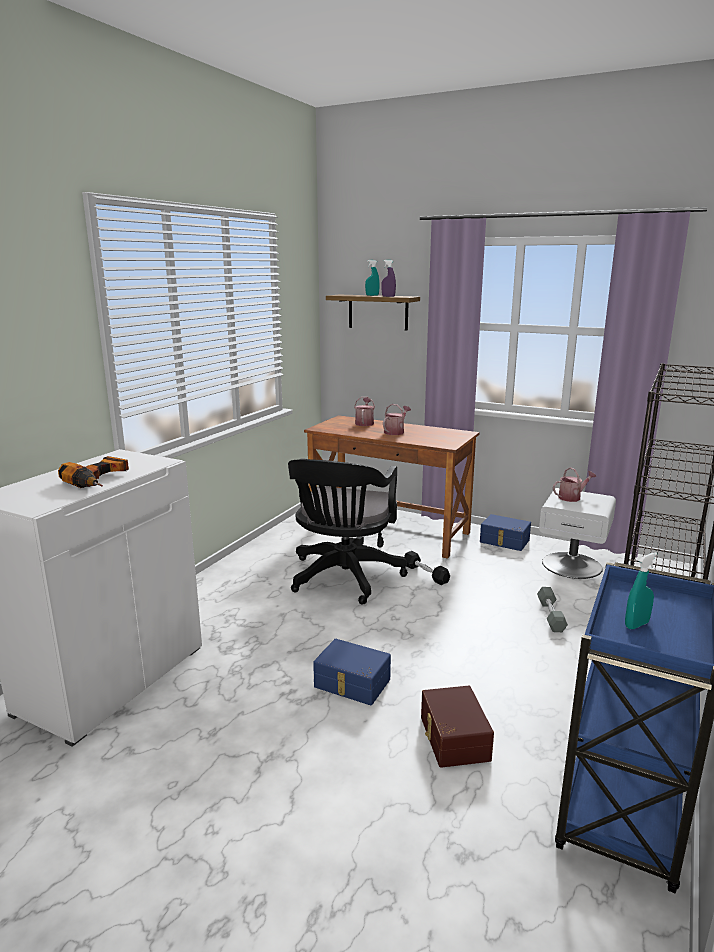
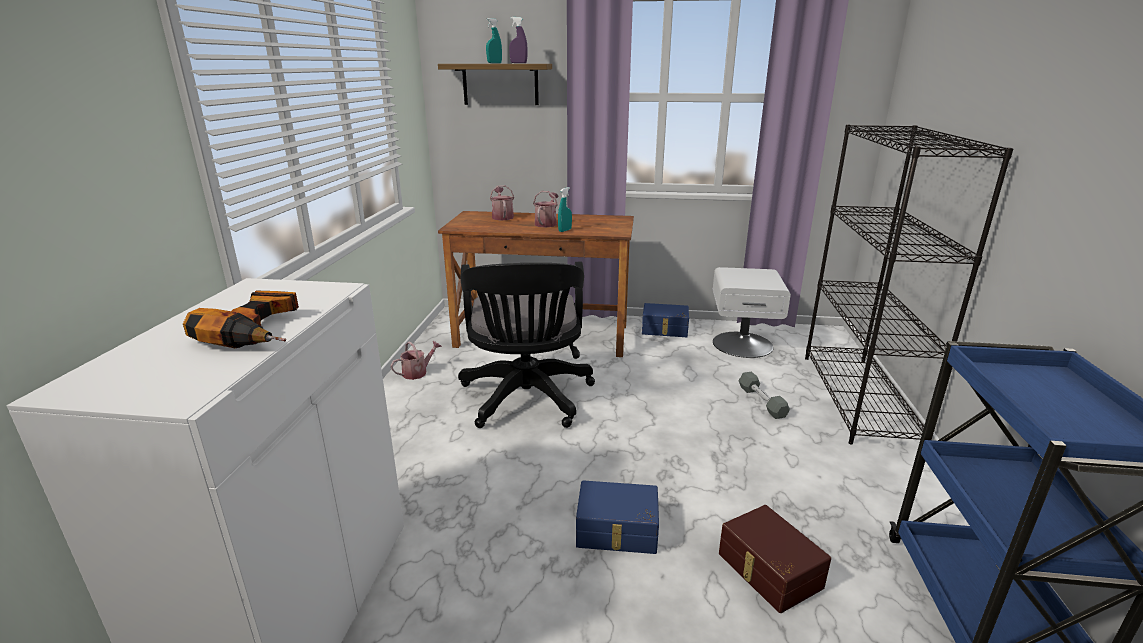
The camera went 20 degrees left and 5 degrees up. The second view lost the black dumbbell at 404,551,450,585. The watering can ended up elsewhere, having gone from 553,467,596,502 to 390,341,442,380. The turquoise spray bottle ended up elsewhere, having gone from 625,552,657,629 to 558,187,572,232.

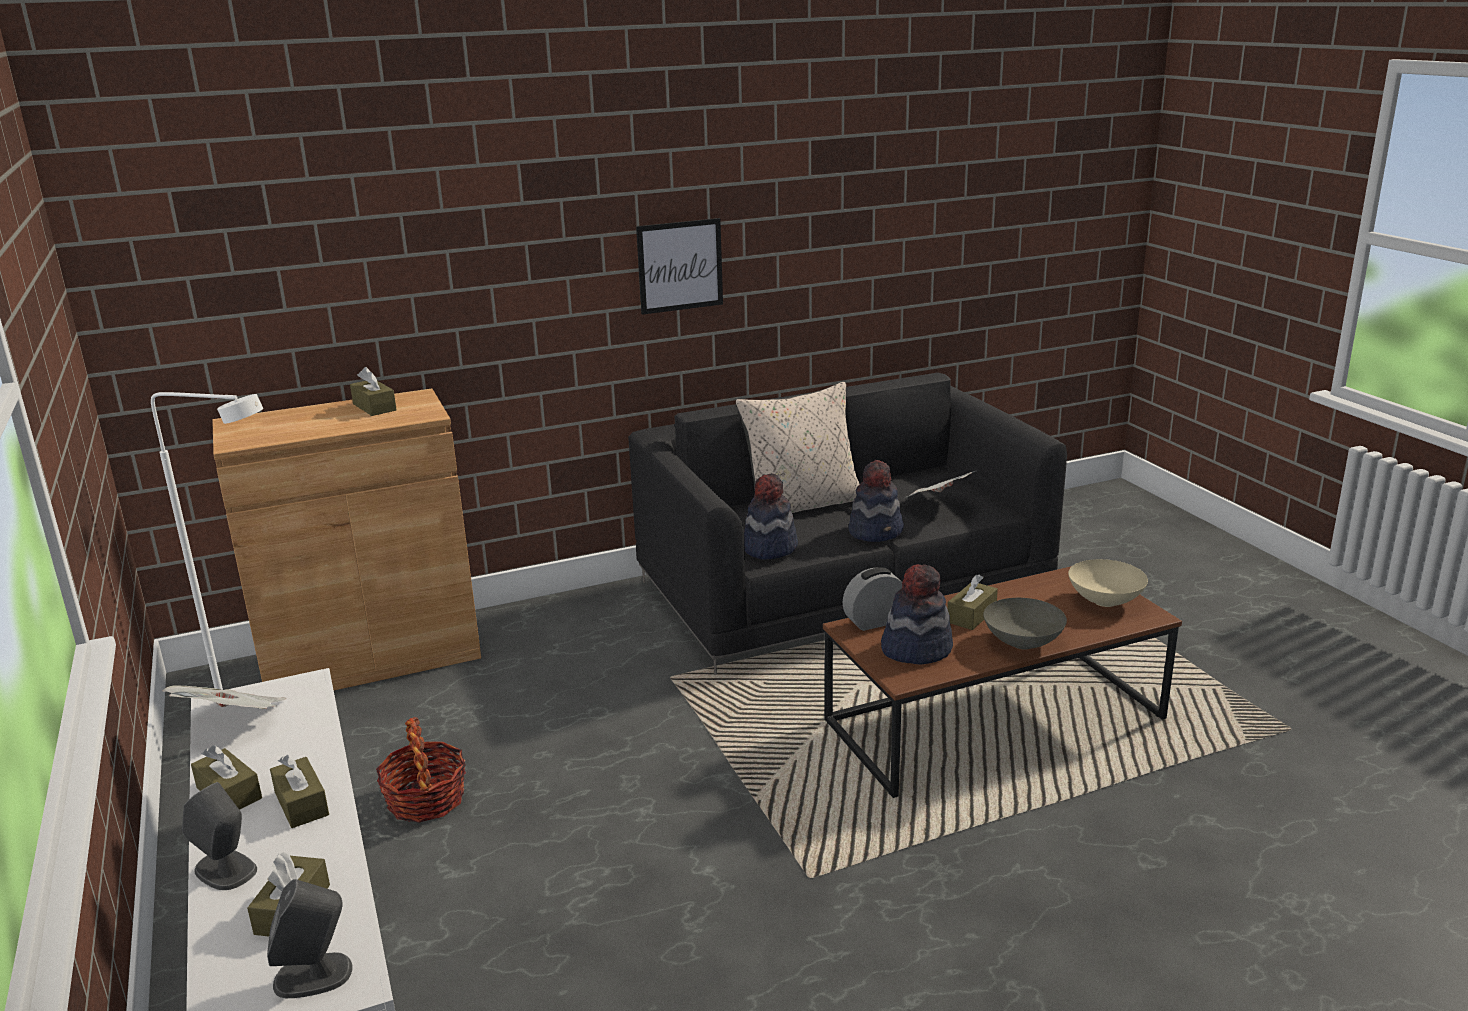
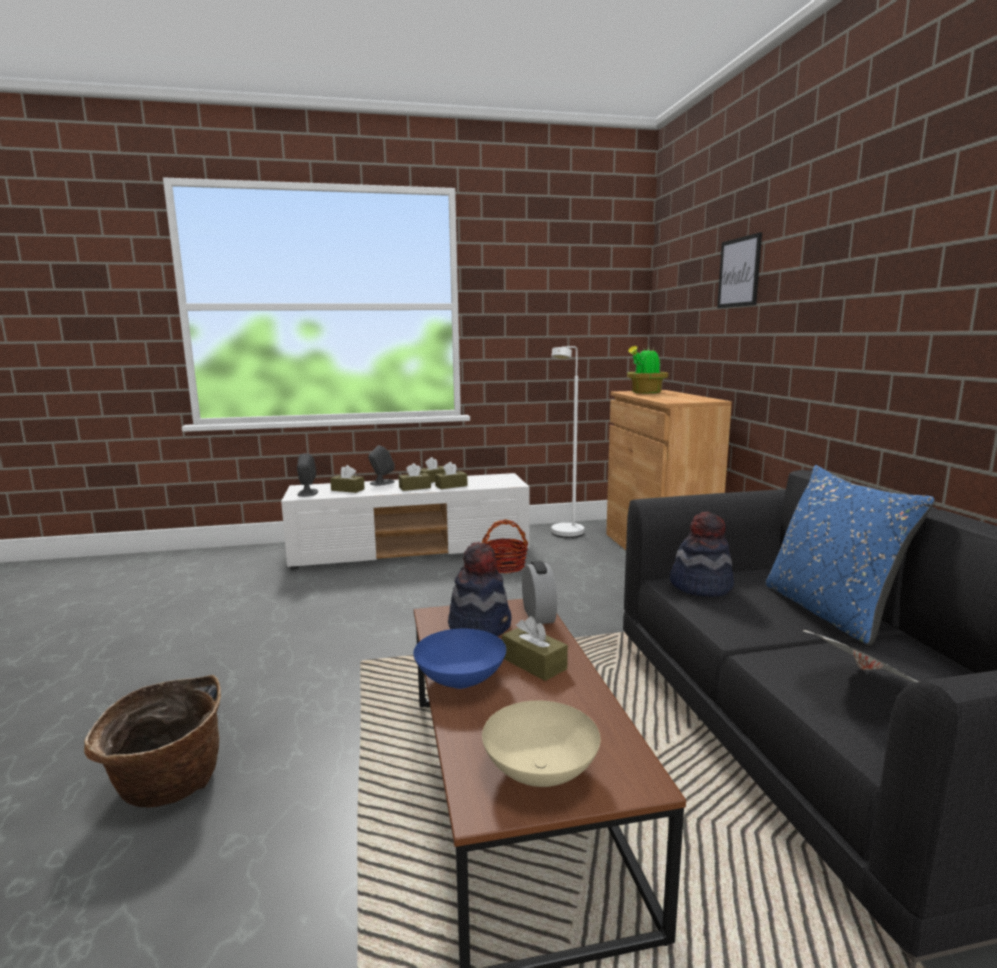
The camera went 100 degrees right and 10 degrees down. The second view lost the newspaper at 162,685,286,709. The second view lost the hat at 848,460,904,542. The second view gained the basket at 84,675,221,808. The second view gained the potted plant at 627,346,668,394. The brown tissue box ended up elsewhere, having gone from 350,367,397,416 to 435,462,468,489. The picture ended up elsewhere, having gone from 636,218,723,315 to 717,232,762,308. What was the beige pillow at 736,382,860,513 turned into the blue pillow at 766,465,935,646. What was the grey bowl at 983,598,1067,650 turned into the blue bowl at 413,629,506,689.

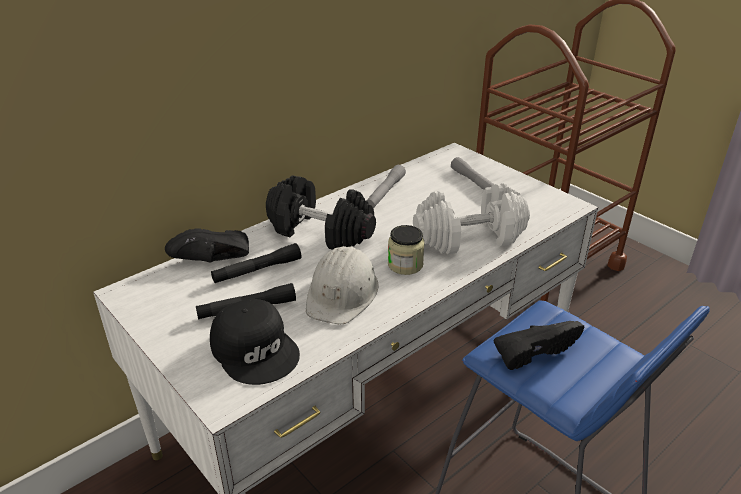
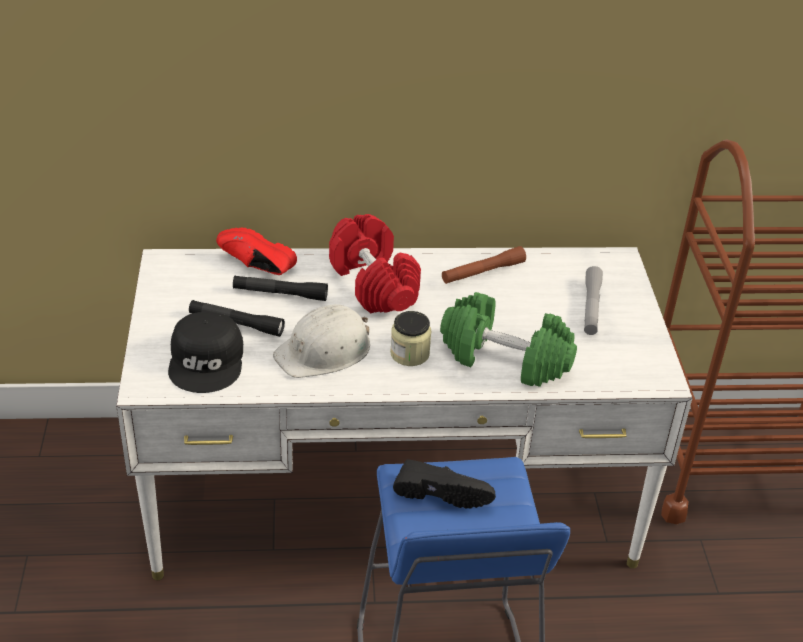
The camera went 35 degrees right and 5 degrees up. What was the black shoe at 165,228,249,263 turned into the red shoe at 216,227,297,275. What was the black dumbbell at 266,175,376,250 turned into the red dumbbell at 329,214,421,314. What was the grey flashlight at 366,165,406,209 turned into the brown flashlight at 442,246,526,284. What was the white dumbbell at 413,183,530,254 turned into the green dumbbell at 440,292,577,387.

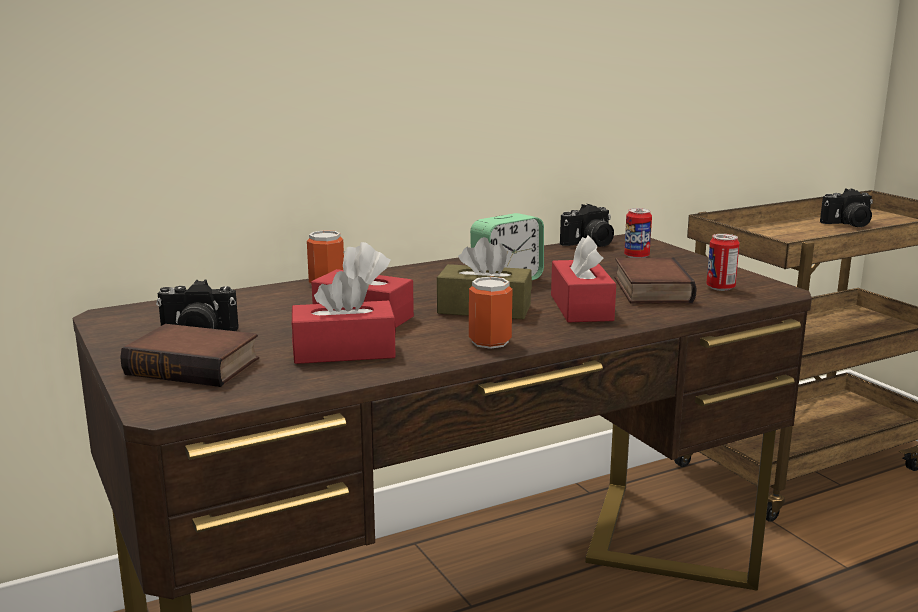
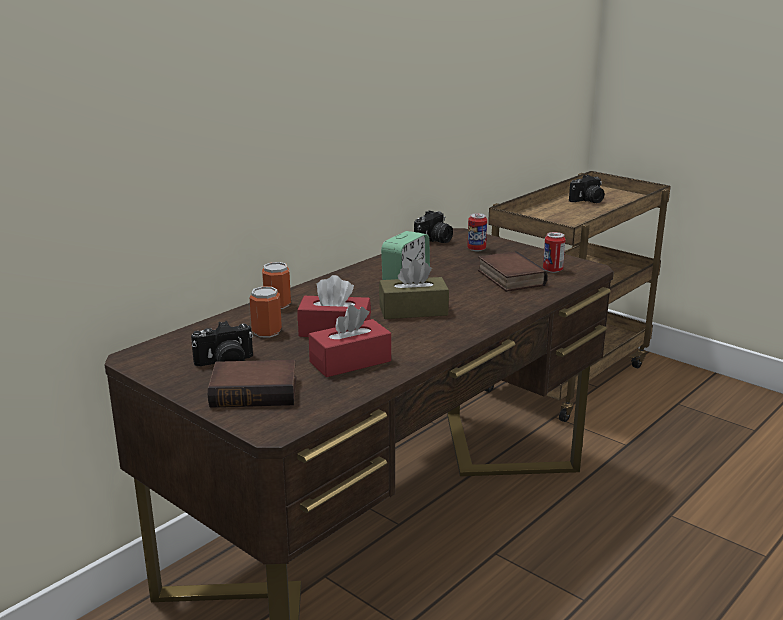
The camera went 20 degrees left and 5 degrees up. The second view lost the red tissue box at 551,236,616,322. The can ended up elsewhere, having gone from 469,276,512,349 to 250,286,282,338.

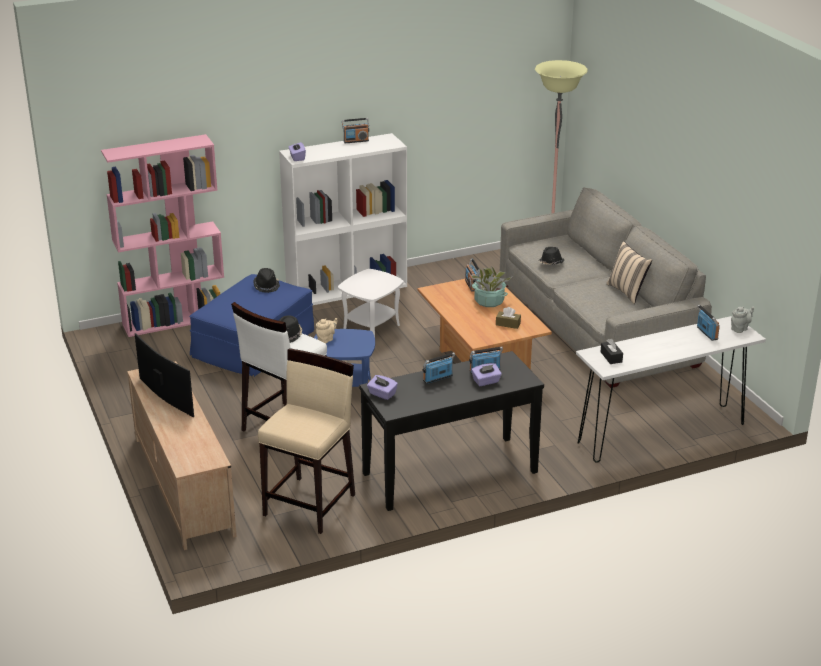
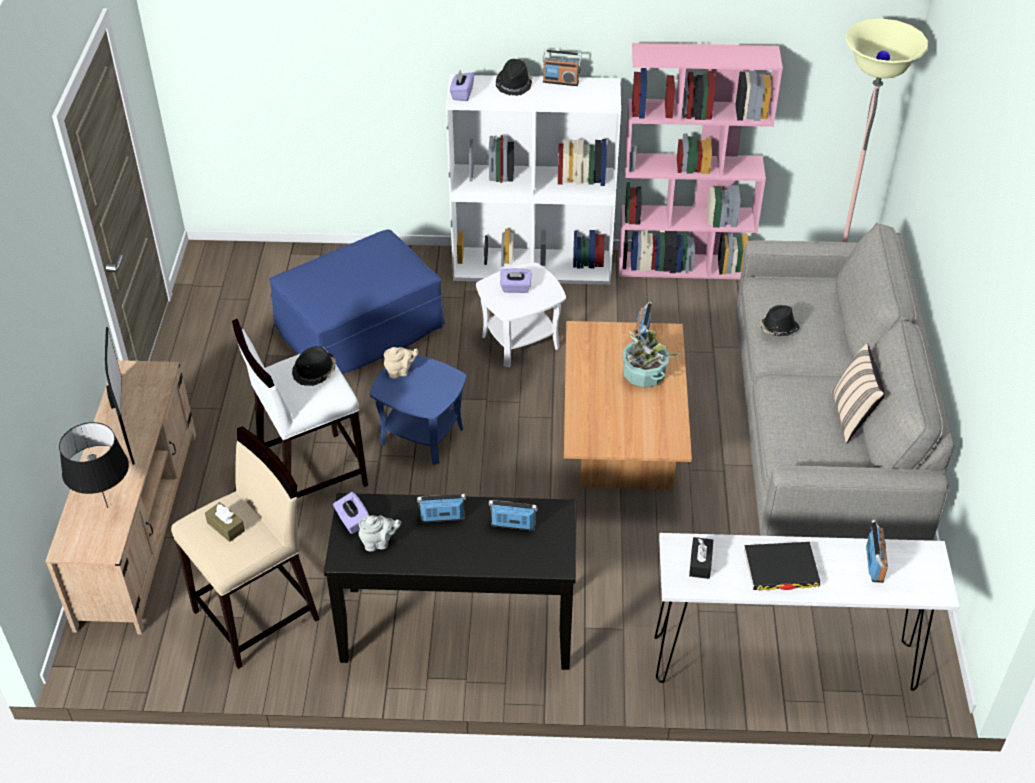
The camera went 25 degrees right and 15 degrees up. The second view gained the black table lamp at 59,422,129,508. The second view gained the black book at 744,542,820,591. The pink bookcase ended up elsewhere, having gone from 101,134,224,337 to 619,43,783,279. The black hat ended up elsewhere, having gone from 253,268,280,293 to 496,59,533,96. The purple tissue box ended up elsewhere, having gone from 471,363,502,386 to 500,268,532,293. The brown tissue box ended up elsewhere, having gone from 496,307,521,329 to 205,502,245,542. The grey teapot ended up elsewhere, having gone from 731,306,754,333 to 359,515,402,552.

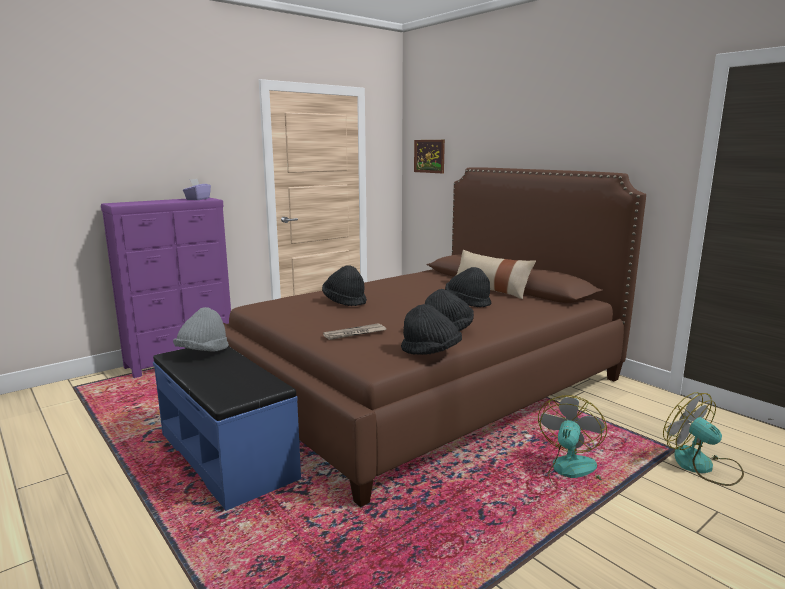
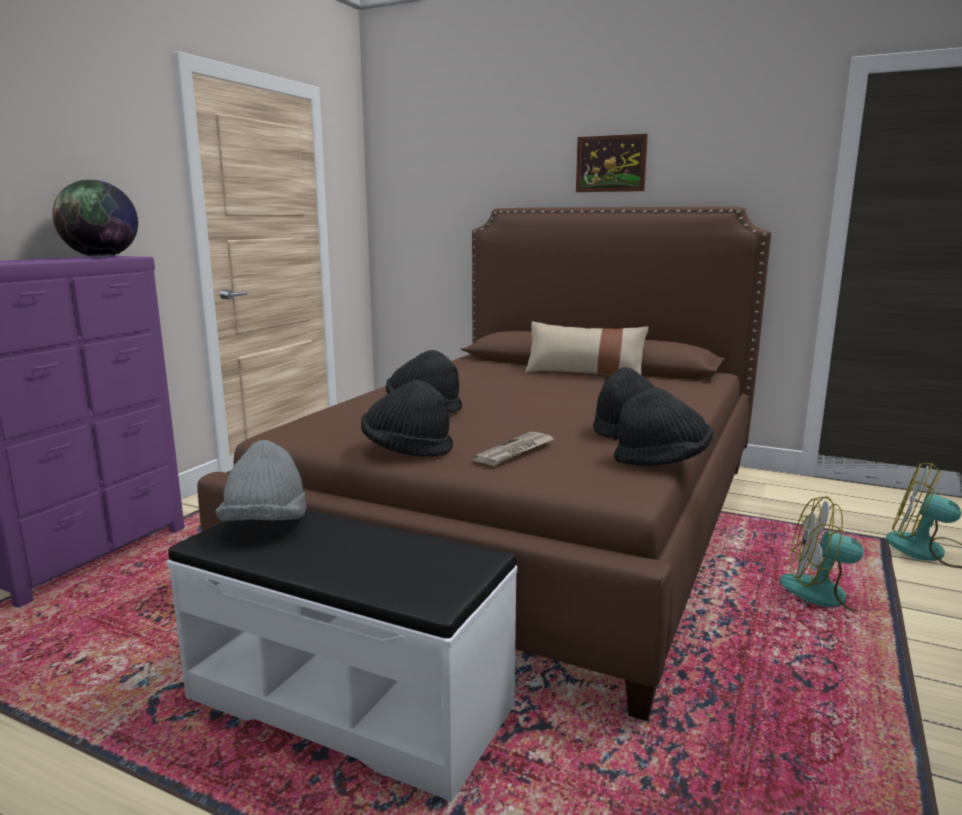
The camera went 25 degrees left and 0 degrees up. The picture ended up elsewhere, having gone from 414,140,445,173 to 576,134,648,192. The black hat ended up elsewhere, having gone from 445,267,491,308 to 361,380,453,457. Where the purple tissue box stood at 183,179,211,200, the globe came to stand at 52,179,138,257. What was the blue bench at 153,346,301,511 turned into the white bench at 167,510,517,802. The fan at 538,395,607,493 ended up facing another way, 75 degrees counterclockwise from before.

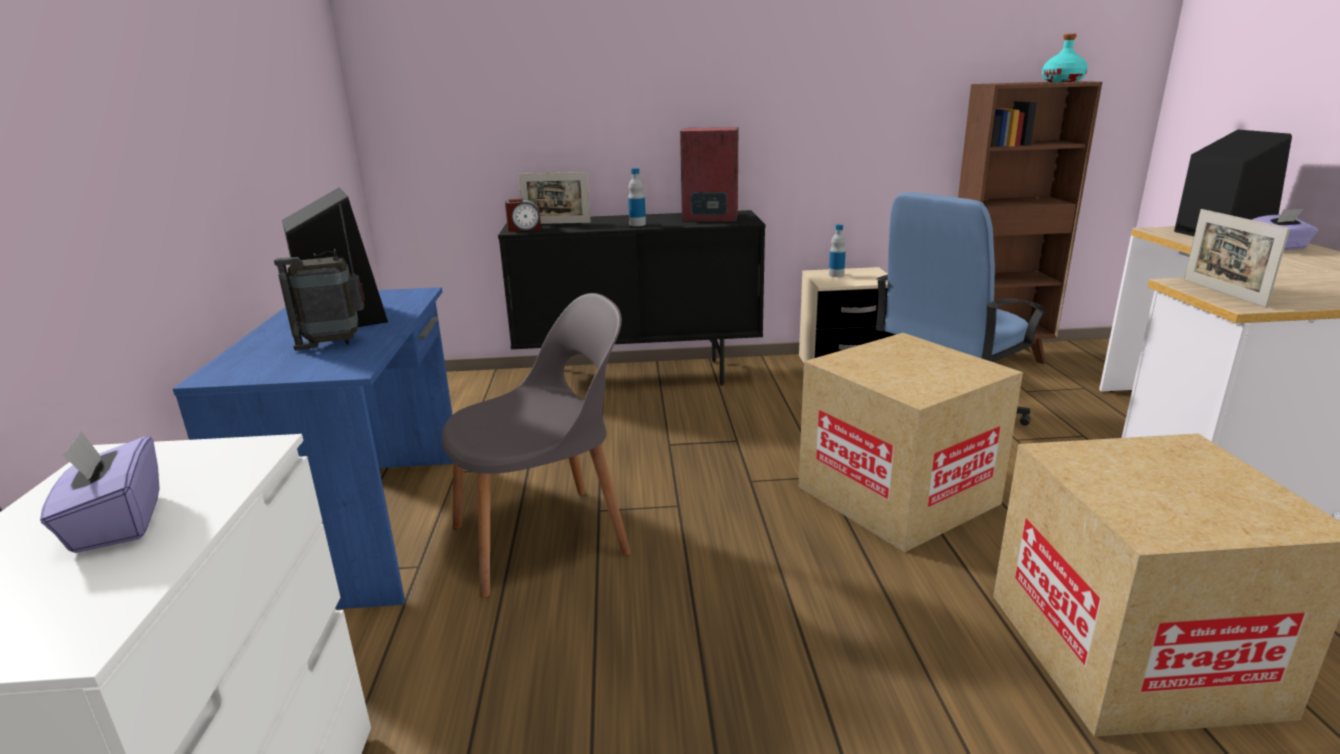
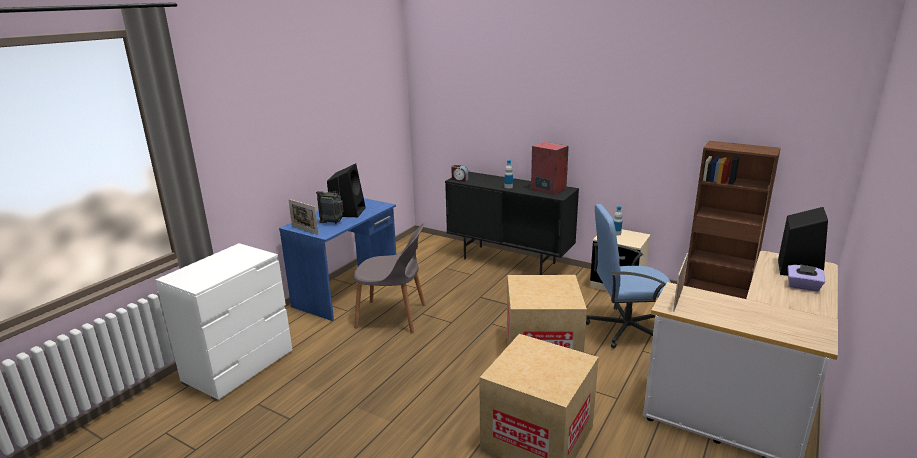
The camera went 35 degrees right and 0 degrees up. The second view lost the purple tissue box at 40,431,160,553. The second view lost the turquoise bottle at 1042,34,1088,82. The picture frame ended up elsewhere, having gone from 518,172,591,224 to 288,199,319,235.

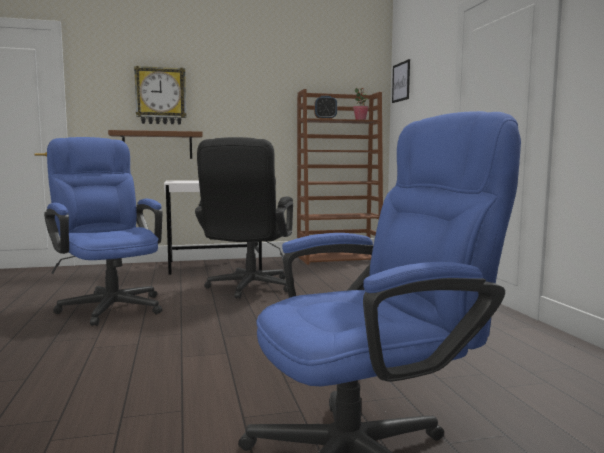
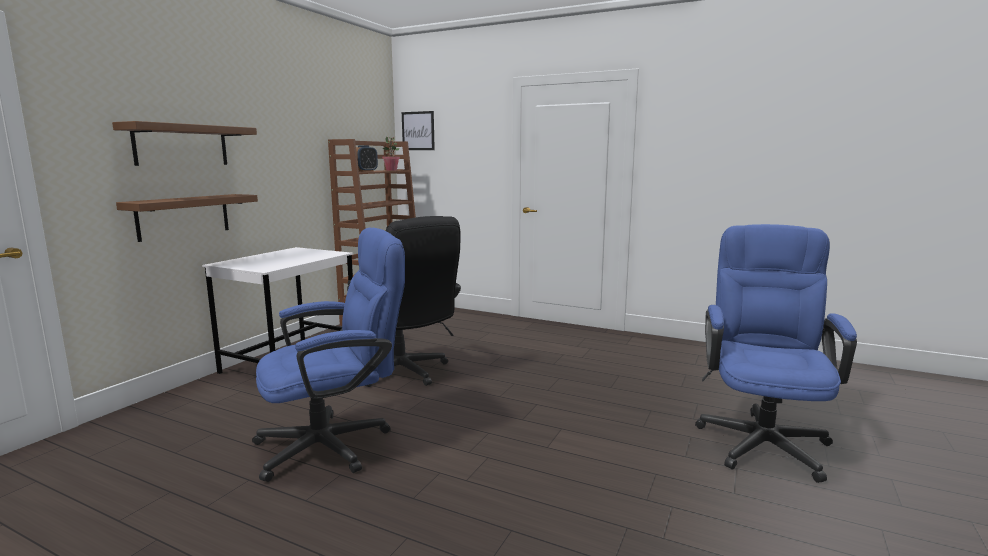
The camera went 50 degrees left and 5 degrees up. Where the wall clock hung at 134,66,186,125, the brown shelf came to hang at 112,121,257,166. The blue office chair at 44,137,163,326 ended up facing another way, 150 degrees clockwise from before.

